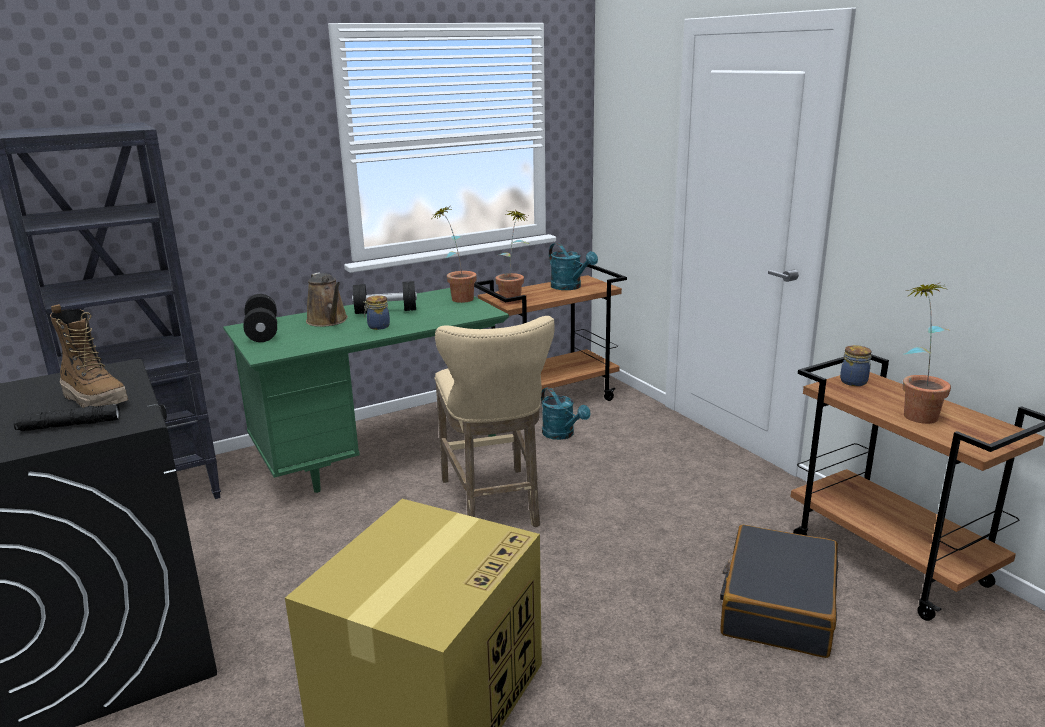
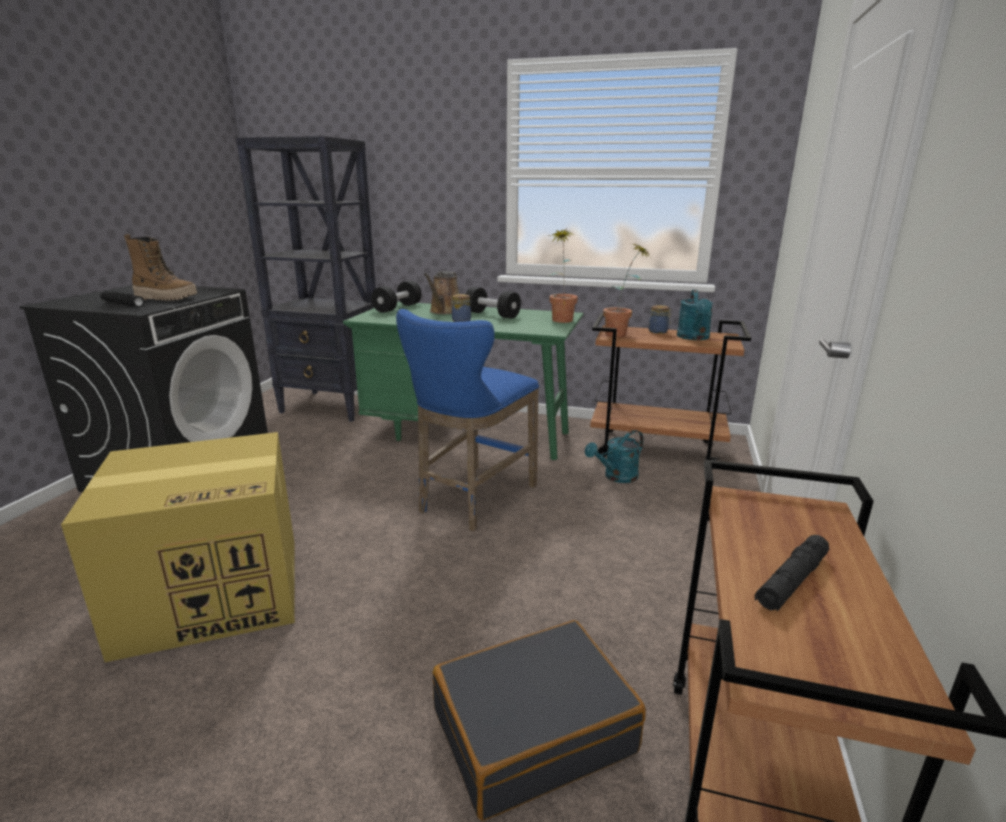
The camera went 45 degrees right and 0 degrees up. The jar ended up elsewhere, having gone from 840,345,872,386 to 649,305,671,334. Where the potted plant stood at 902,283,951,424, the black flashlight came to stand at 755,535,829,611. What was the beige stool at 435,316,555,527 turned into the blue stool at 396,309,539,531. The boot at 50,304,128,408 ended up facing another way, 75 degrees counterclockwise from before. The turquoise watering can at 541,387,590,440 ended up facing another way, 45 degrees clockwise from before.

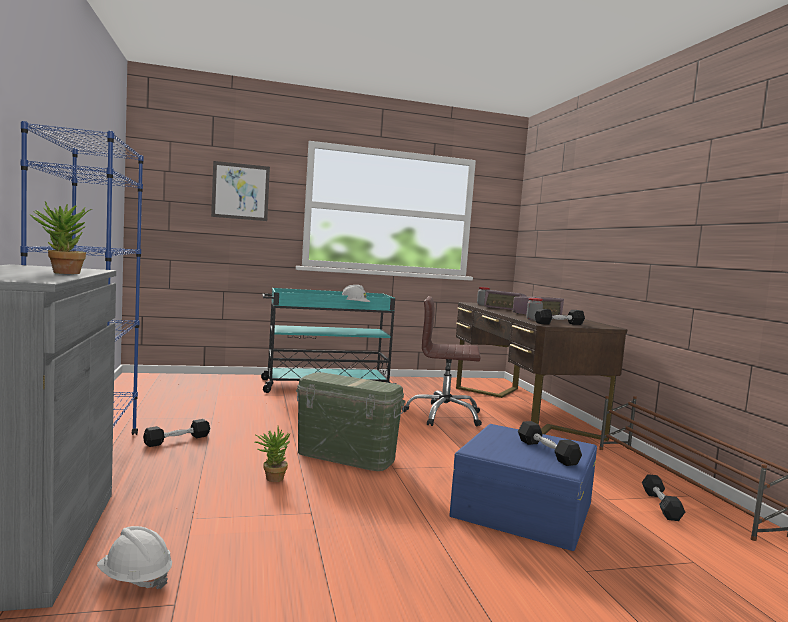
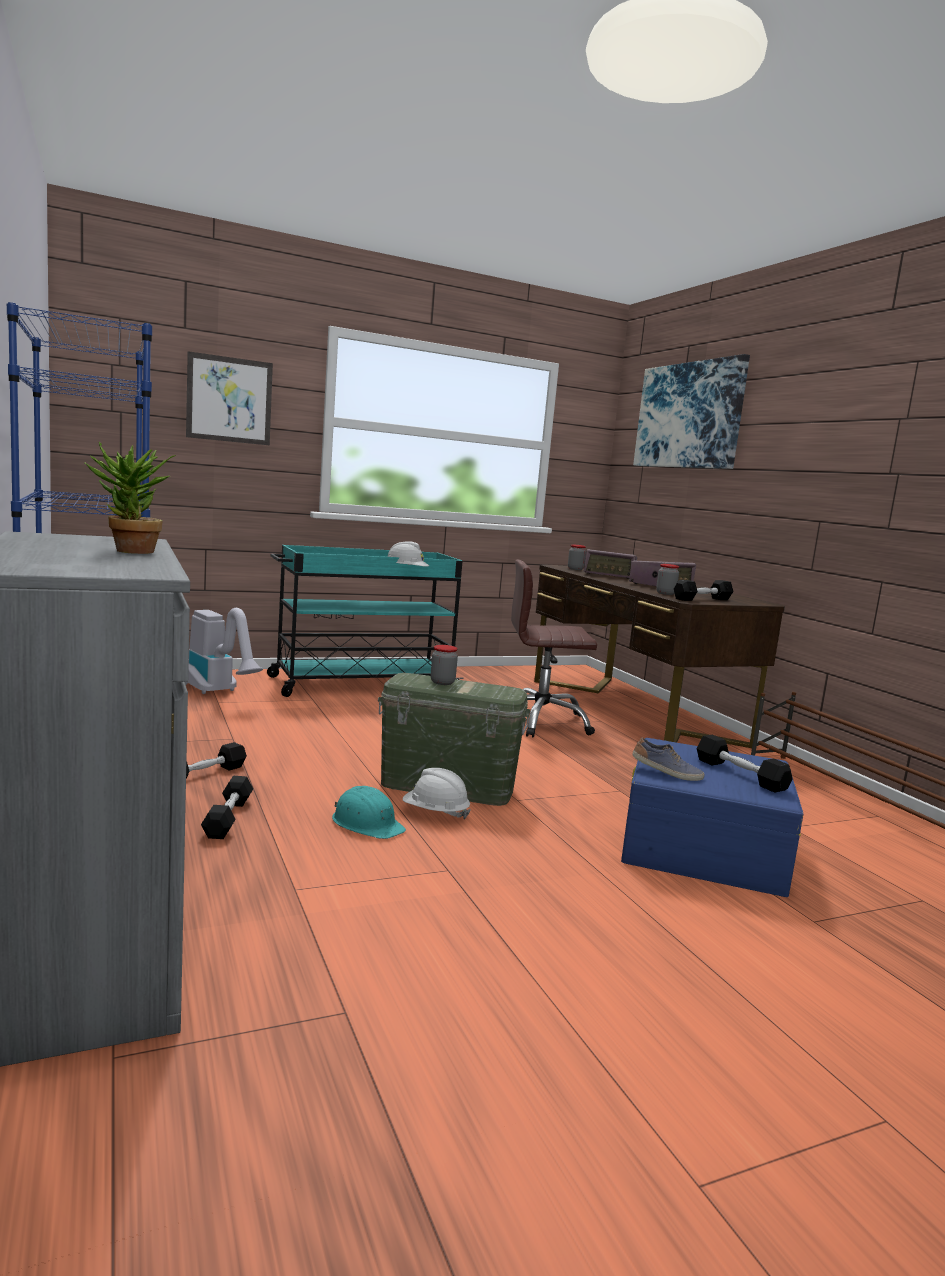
The camera went 10 degrees left and 5 degrees up. The second view gained the vacuum cleaner at 185,608,263,694. The second view gained the jar at 431,645,458,685. The second view gained the shoe at 632,737,705,781. The second view gained the picture at 633,354,750,469. The white hard hat ended up elsewhere, having gone from 97,526,172,589 to 403,768,471,819. The black dumbbell ended up elsewhere, having gone from 642,474,685,521 to 201,776,253,839. Where the potted plant stood at 255,426,290,482, the turquoise hard hat came to stand at 332,786,406,839.

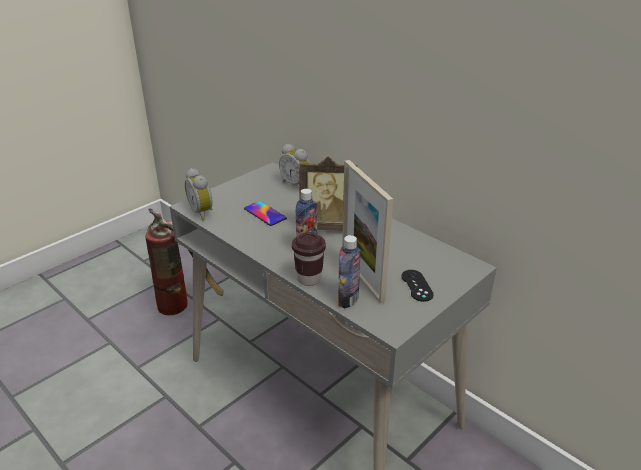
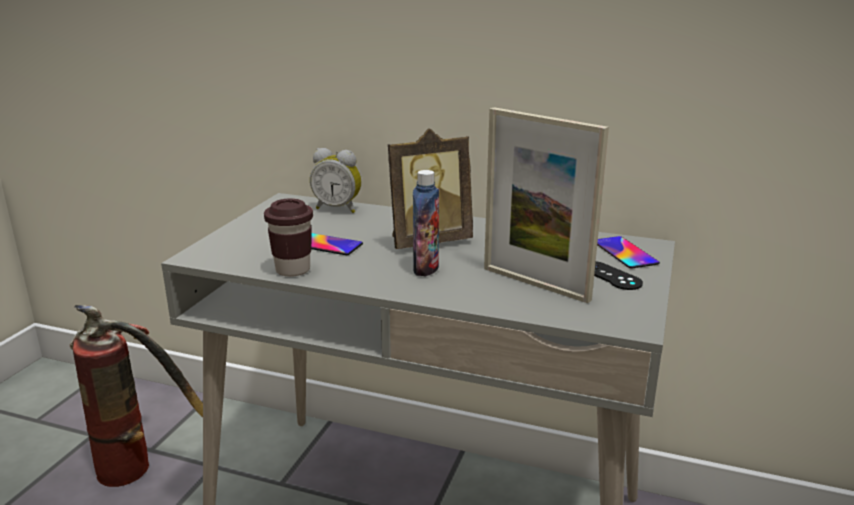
The camera went 25 degrees left and 10 degrees down. The second view lost the alarm clock at 185,168,213,220. The second view lost the bottle at 338,235,361,308. The second view gained the phone at 597,236,660,269. The brown cup ended up elsewhere, having gone from 292,232,326,286 to 264,198,313,277.

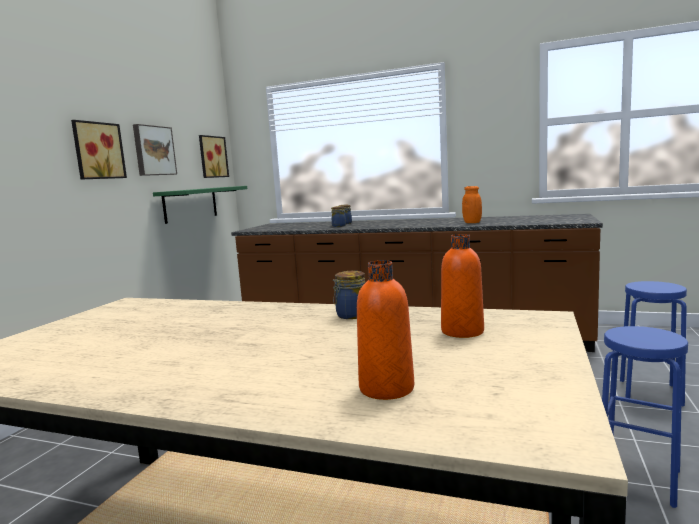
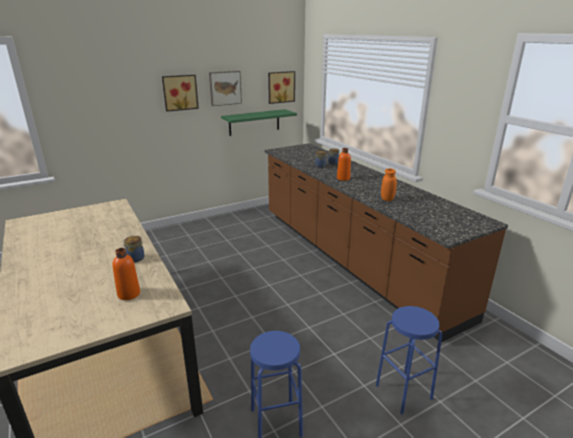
The camera went 40 degrees right and 15 degrees up. The orange bottle ended up elsewhere, having gone from 357,260,414,400 to 337,148,351,181.

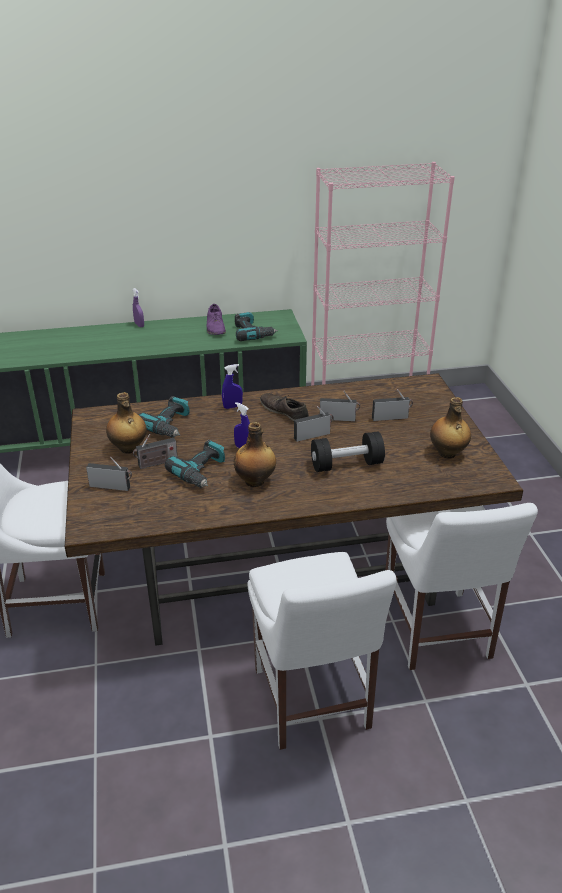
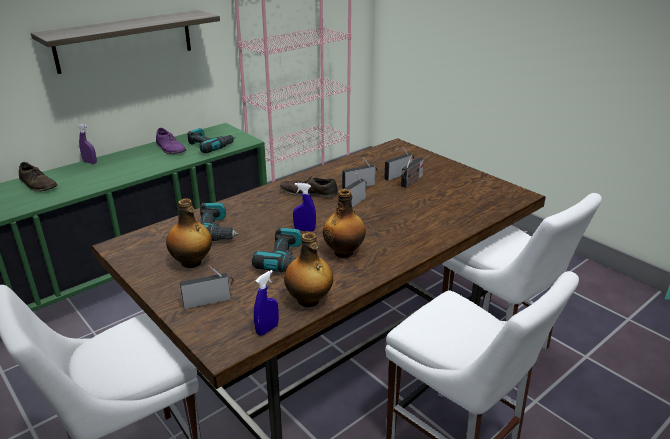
The camera went 30 degrees left and 5 degrees down. The second view lost the black dumbbell at 311,432,385,472. The second view gained the brown shoe at 19,162,58,192. The second view gained the shelf at 31,10,220,74. The radio ended up elsewhere, having gone from 133,434,178,469 to 401,155,424,188. The blue spray bottle ended up elsewhere, having gone from 222,364,243,409 to 254,270,279,336. The bottle ended up elsewhere, having gone from 430,397,471,459 to 284,232,333,307.

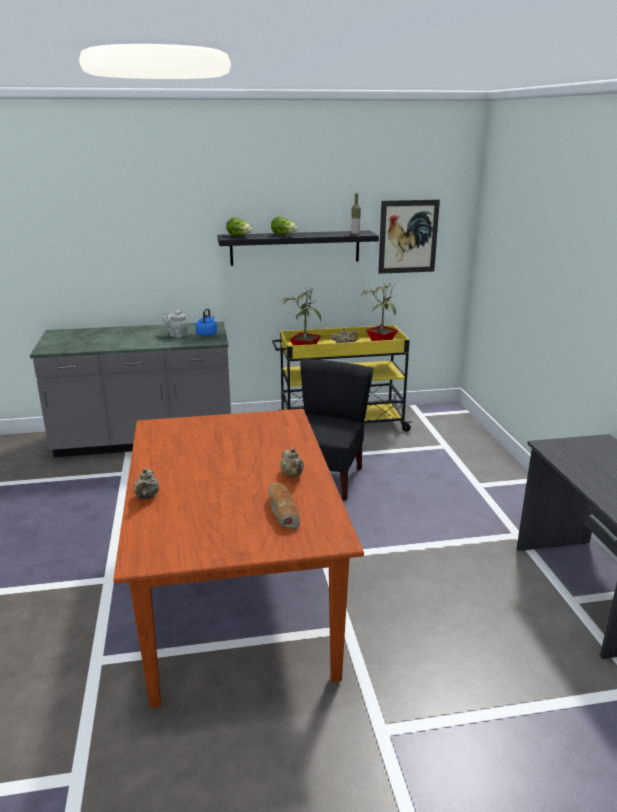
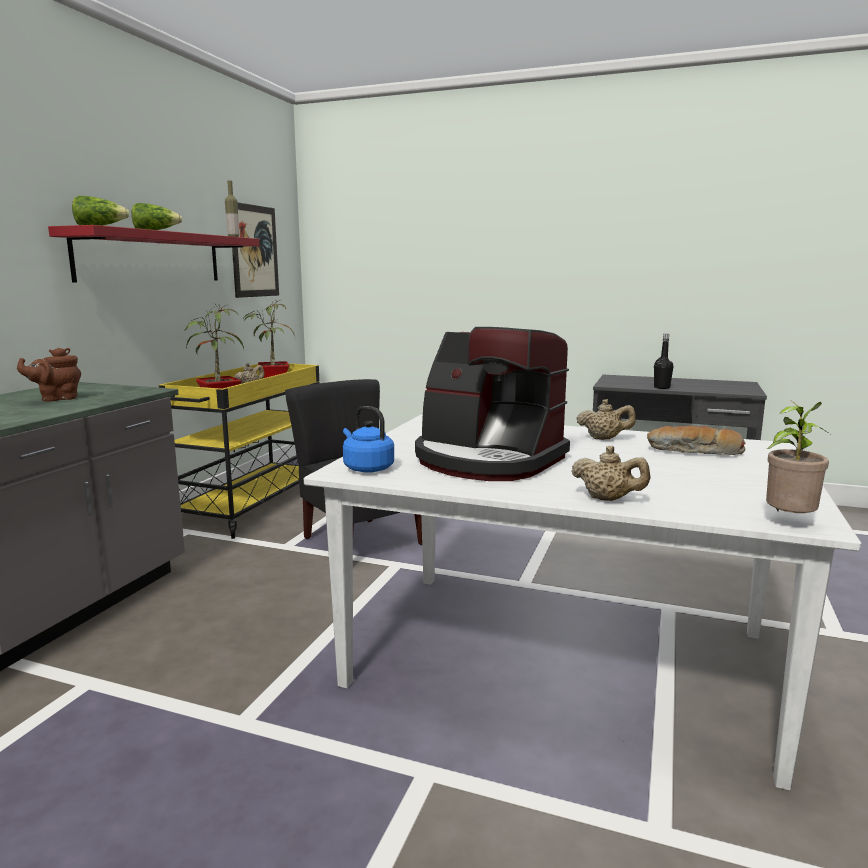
The camera went 60 degrees left and 10 degrees down. The second view gained the coffee machine at 415,327,570,481. The second view gained the black bottle at 654,334,674,389. The second view gained the potted plant at 766,401,830,513. The blue kettle ended up elsewhere, having gone from 195,308,217,336 to 343,406,394,473. What was the brown dining table at 113,409,364,708 turned into the white dining table at 304,415,862,790. What was the grey teapot at 162,310,188,338 turned into the brown teapot at 17,348,81,402. What was the black shelf at 217,231,379,266 turned into the red shelf at 48,225,260,283.

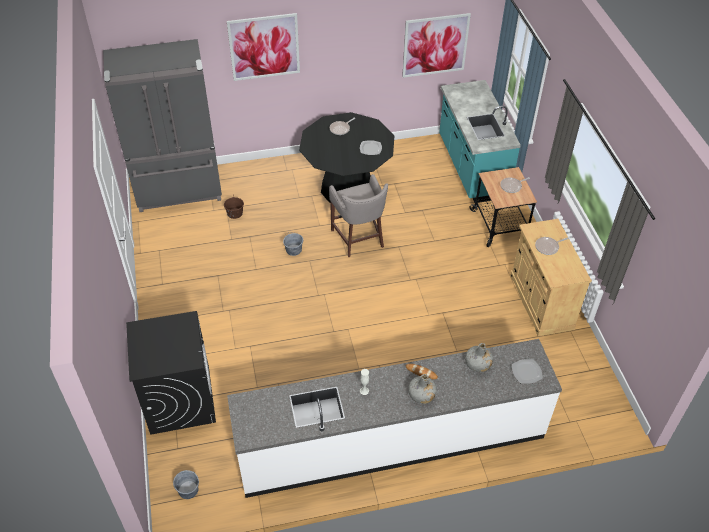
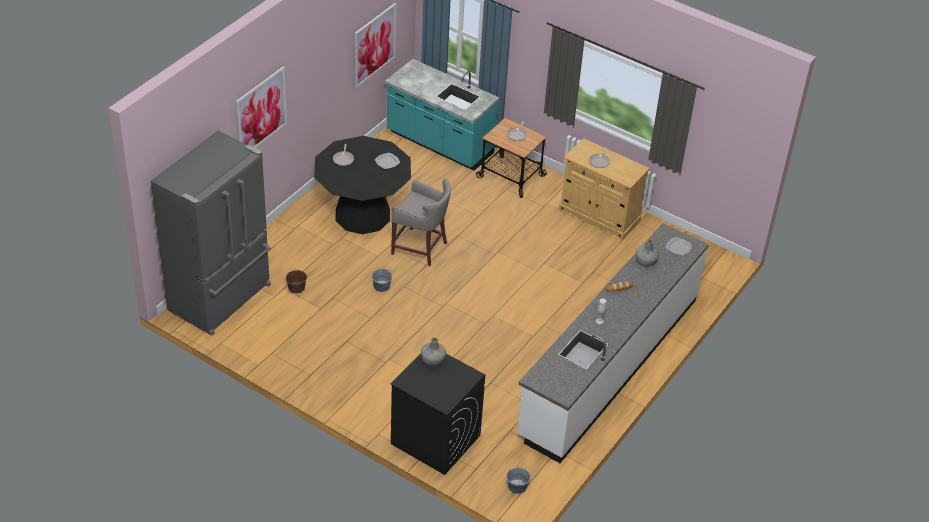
The camera went 45 degrees left and 5 degrees down. The grey bottle ended up elsewhere, having gone from 408,374,437,404 to 421,337,446,366.

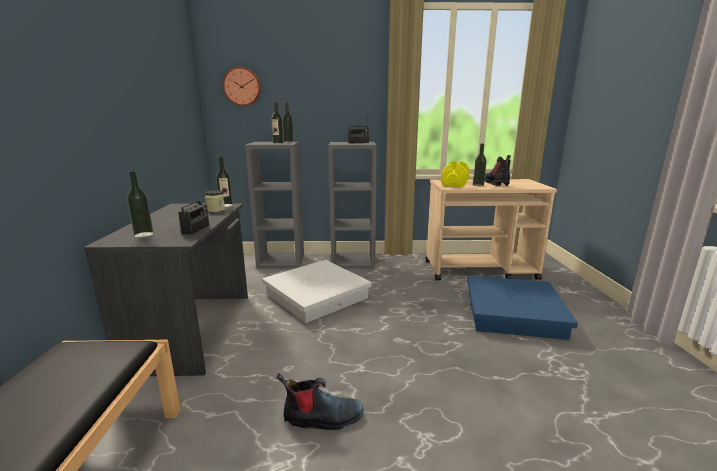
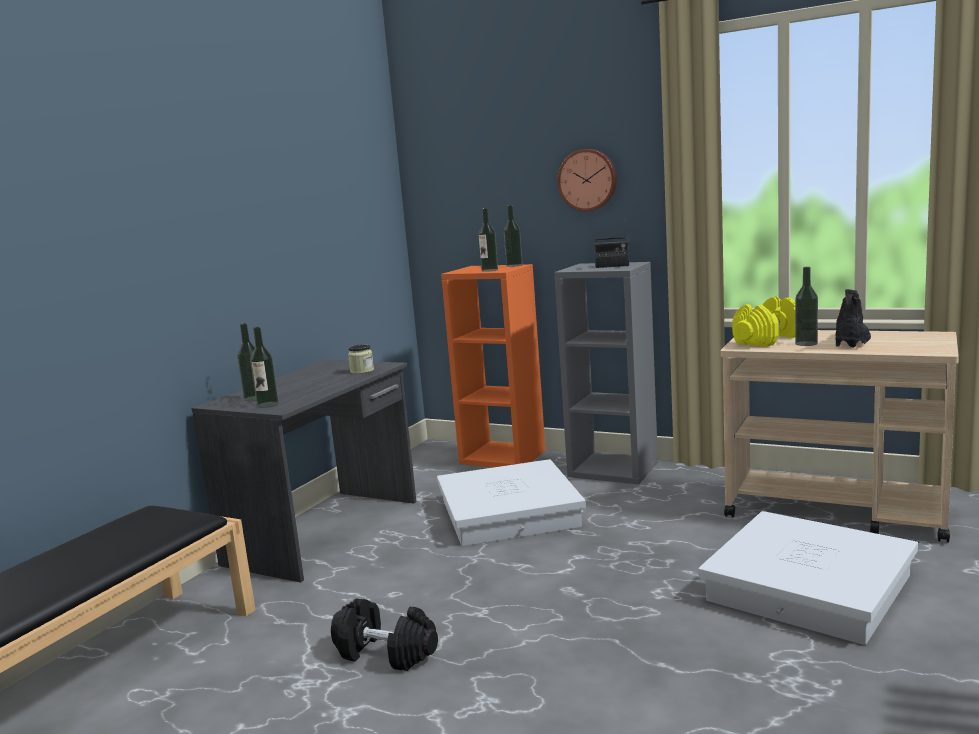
The camera went 30 degrees right and 5 degrees down. The second view lost the radio at 178,183,209,235. The bottle ended up elsewhere, having gone from 216,156,233,207 to 250,327,279,408. The wall clock ended up elsewhere, having gone from 223,67,261,106 to 557,149,617,211. Where the boot stood at 276,373,364,430, the black dumbbell came to stand at 331,598,438,671. What was the grey bookcase at 245,142,304,269 turned into the orange bookcase at 441,264,545,468. What was the blue storage box at 467,276,578,340 turned into the white storage box at 698,511,918,645.

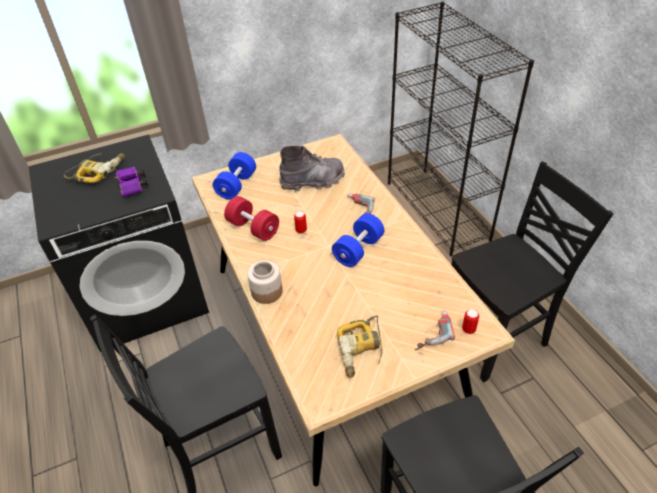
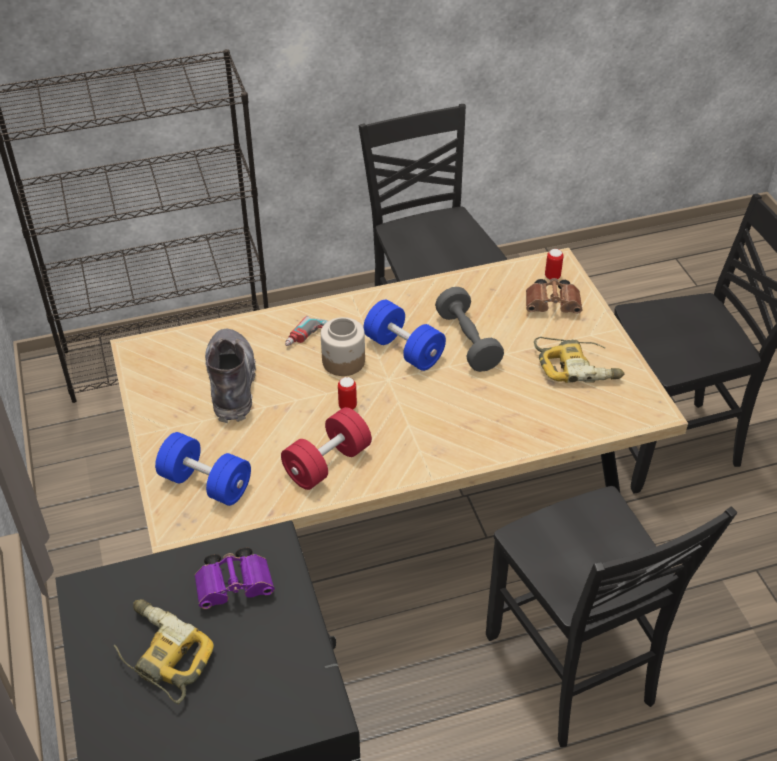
The camera went 85 degrees left and 0 degrees up. The second view gained the grey dumbbell at 435,287,504,372. The jar ended up elsewhere, having gone from 247,260,283,304 to 321,317,365,376. Where the power drill stood at 415,310,455,350, the brown binoculars came to stand at 526,278,582,314.

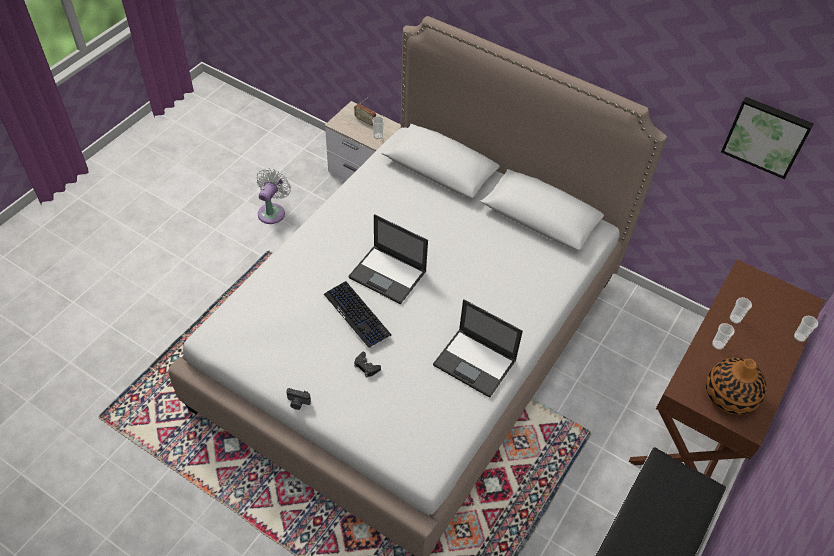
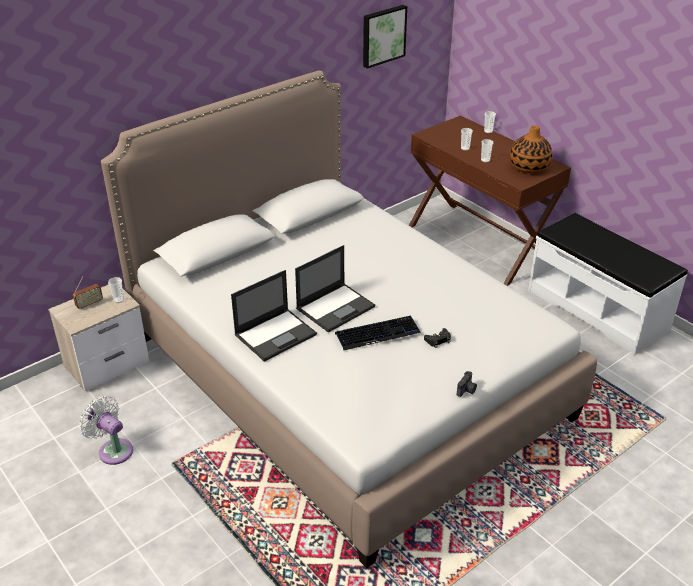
The camera went 70 degrees left and 15 degrees down. The laptop ended up elsewhere, having gone from 433,299,523,398 to 231,270,317,362.

